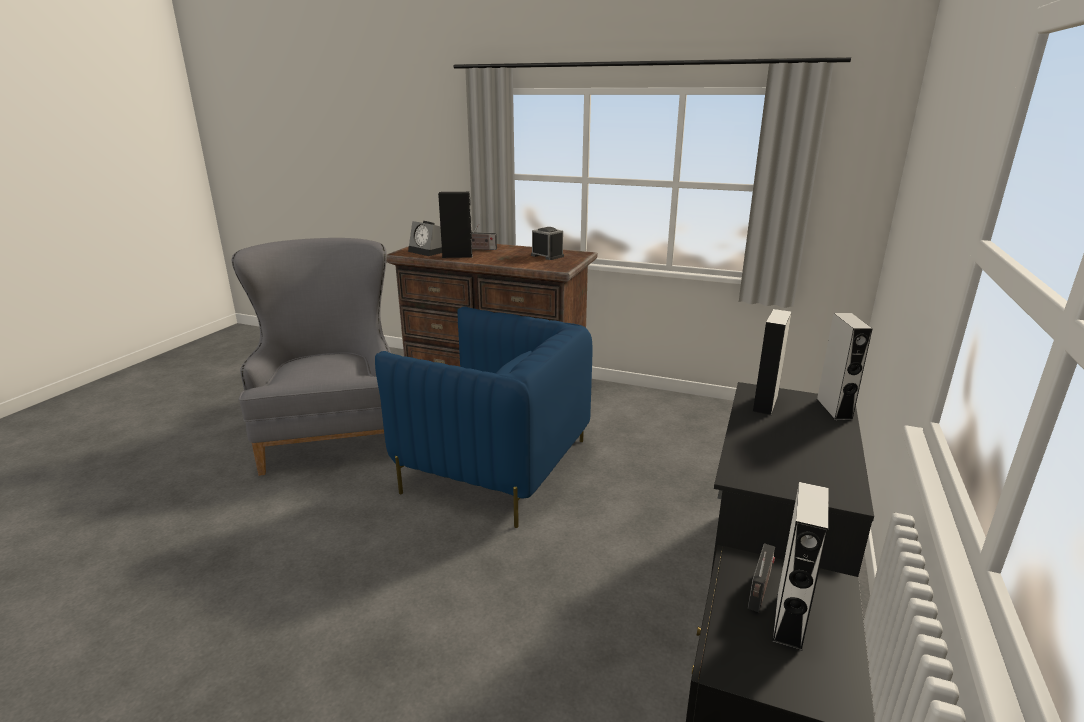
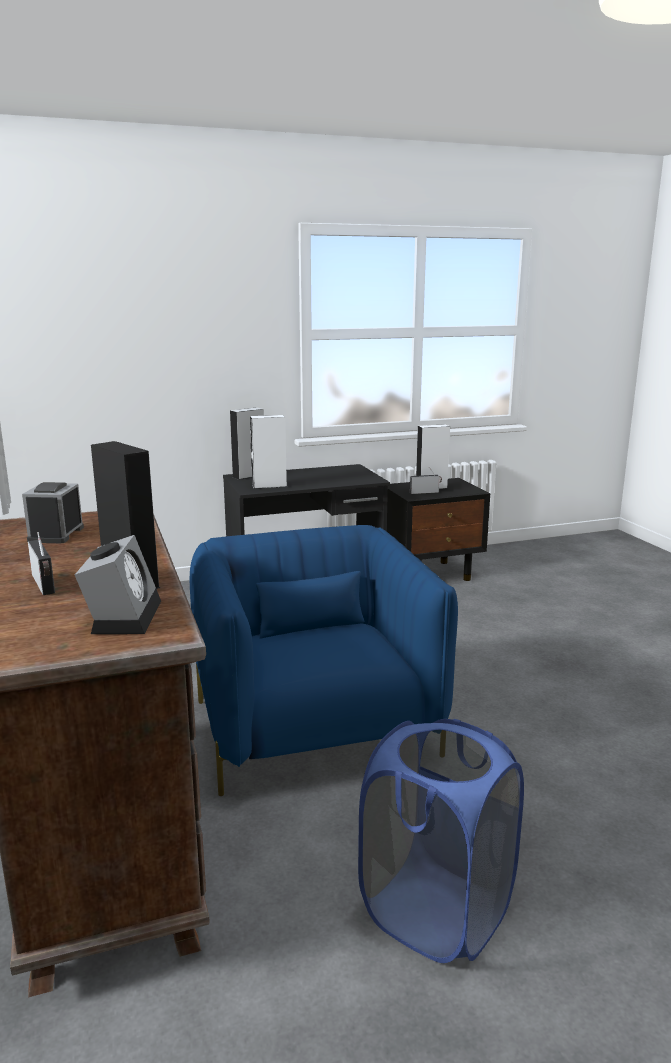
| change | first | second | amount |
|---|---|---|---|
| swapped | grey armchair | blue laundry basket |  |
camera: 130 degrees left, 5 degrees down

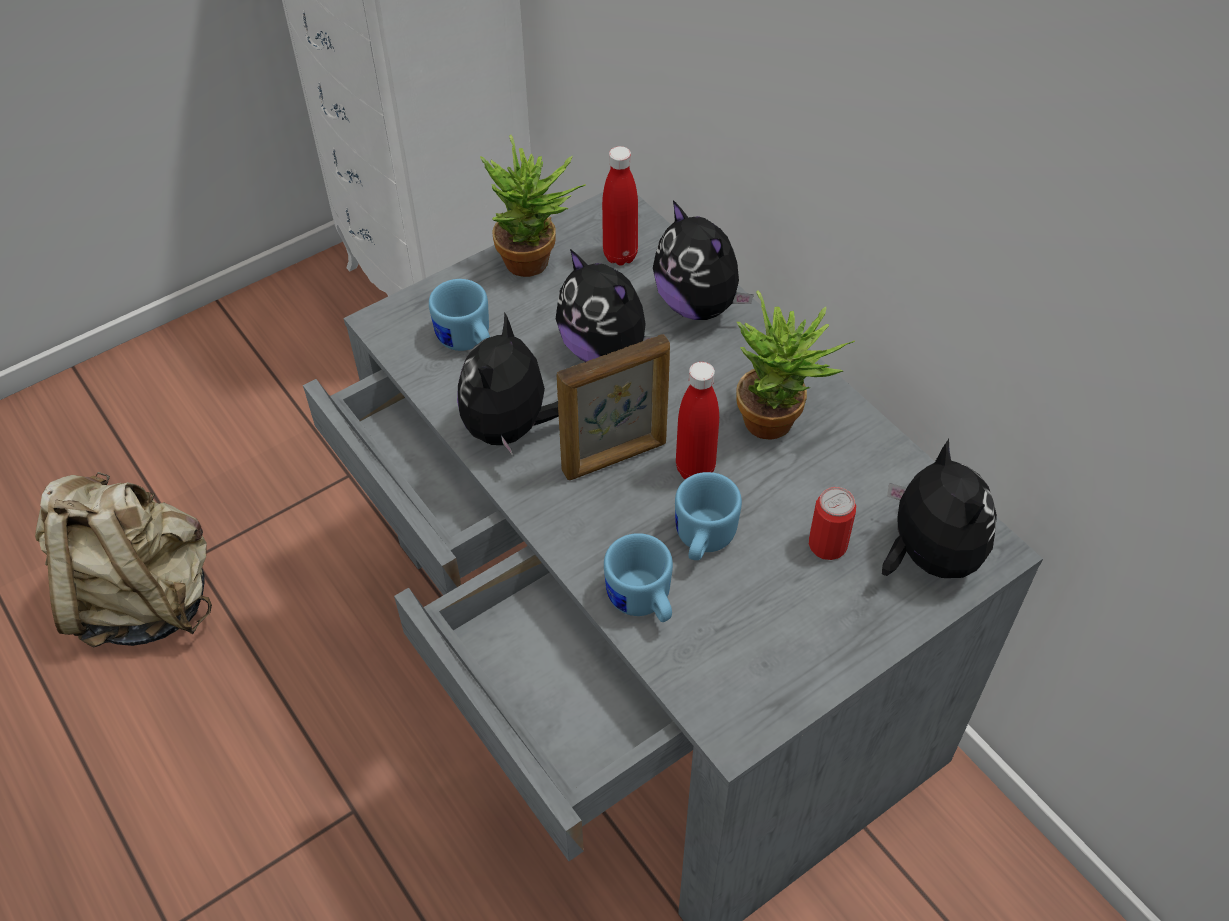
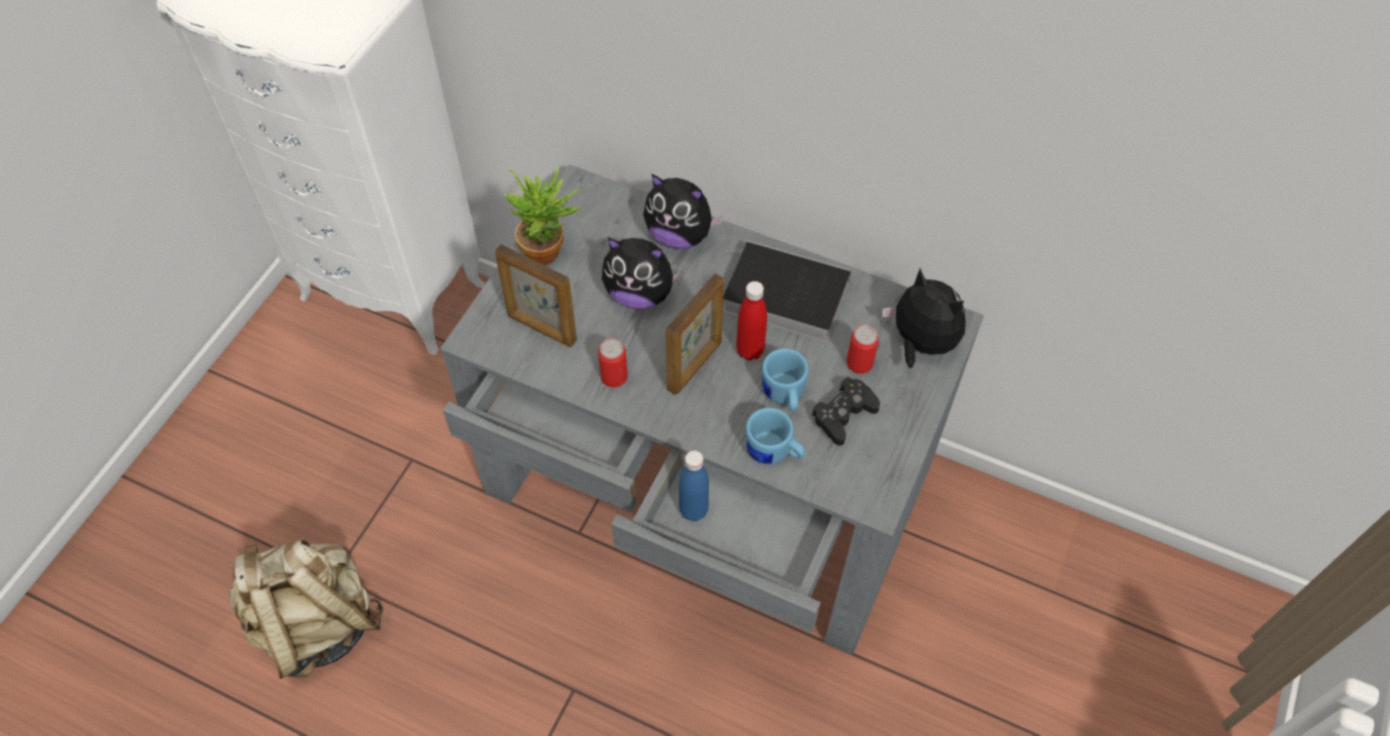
| change | first | second | amount |
|---|---|---|---|
| swapped | blue mug (no. 1 from left) | picture frame (no. 1 from left) |  |
| swapped | plush toy (no. 1 from left) | can (no. 1 from left) |  |
| new |  | blue bottle |  |
| swapped | potted plant (no. 2 from left) | book |  |
| new |  | black game controller |  |
| gone | red bottle (no. 1 from left) |  |  |
camera: 30 degrees left, 5 degrees up

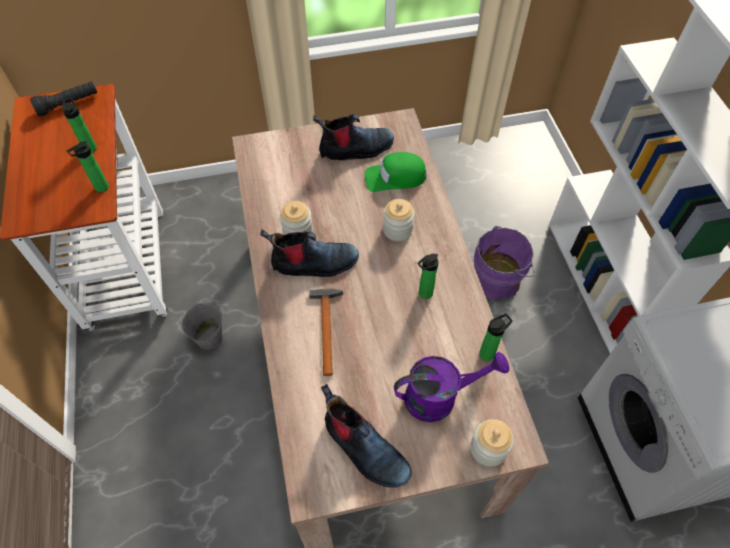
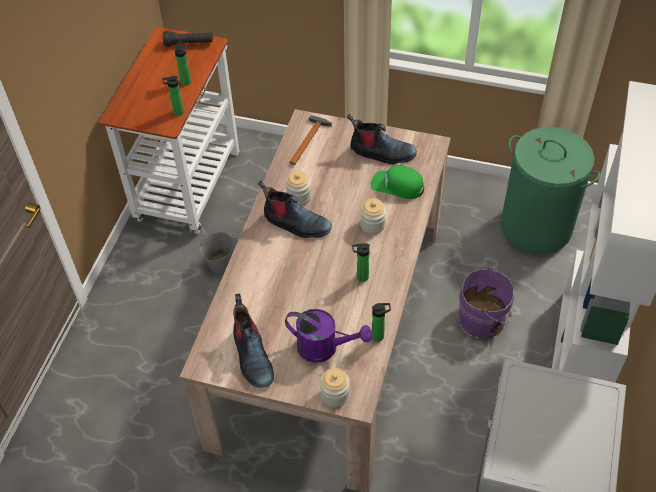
| change | first | second | amount |
|---|---|---|---|
| shifted | hammer |  |  |
| new |  | green laundry basket |  |
camera: 30 degrees right, 5 degrees down

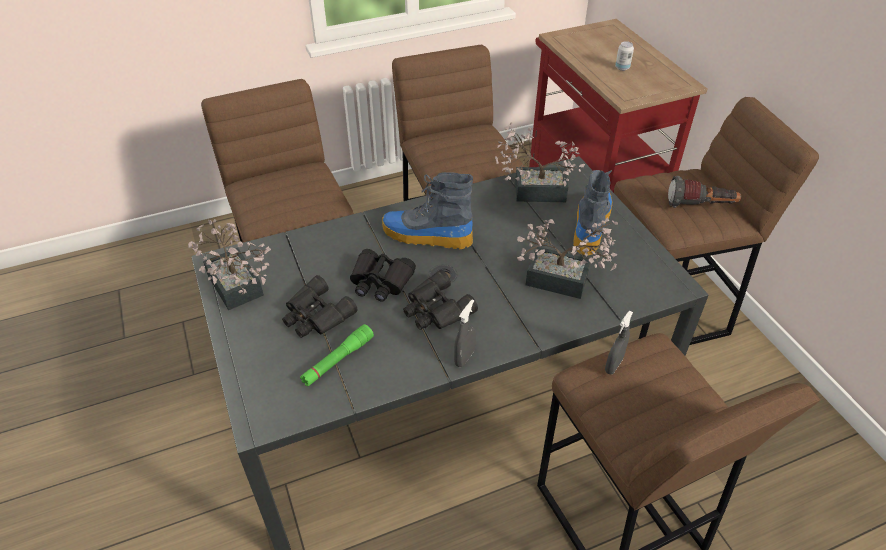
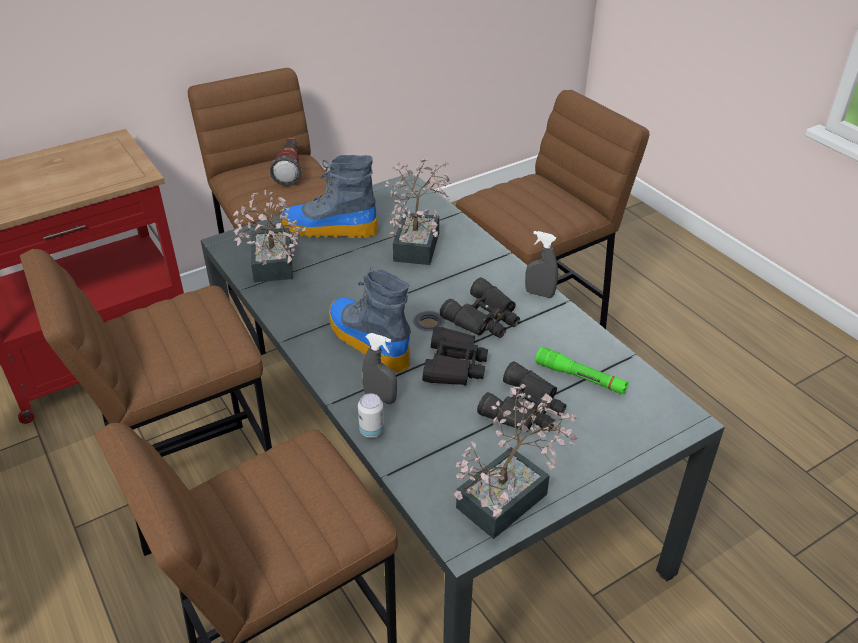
| change | first | second | amount |
|---|---|---|---|
| rotated | boot (no. 1 from left in the first image) | boot (no. 2 from left) | 135 degrees clockwise |
| shifted | can |  |  |
| shifted | grey spray bottle (no. 2 from left in the first image) | grey spray bottle (no. 1 from left) |  |
camera: 100 degrees left, 5 degrees down

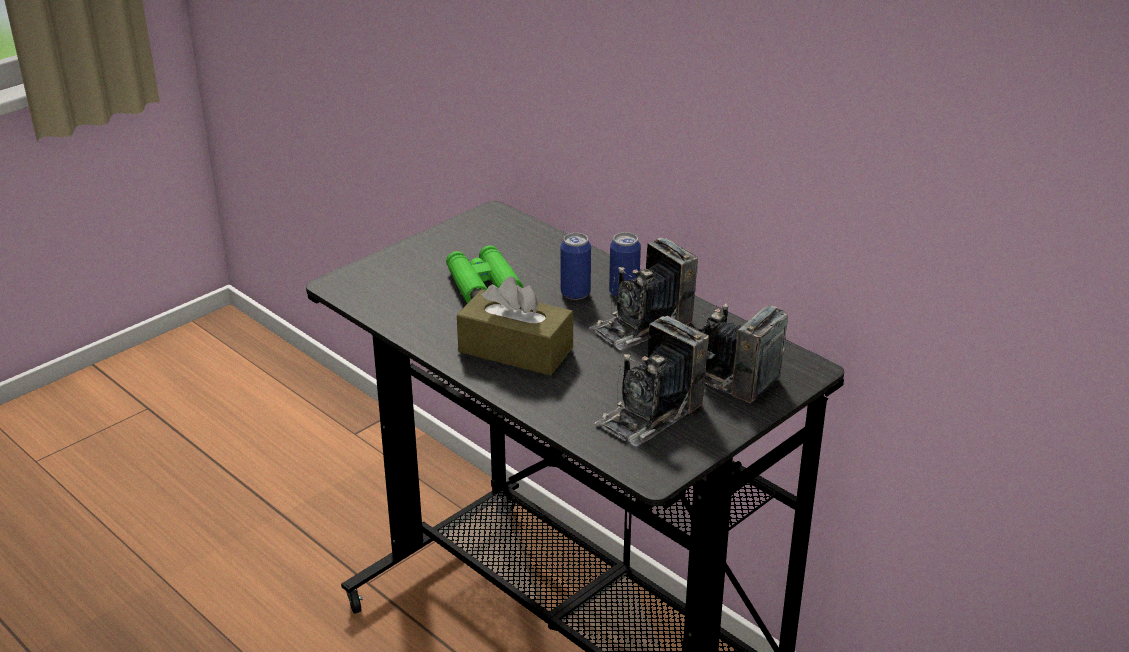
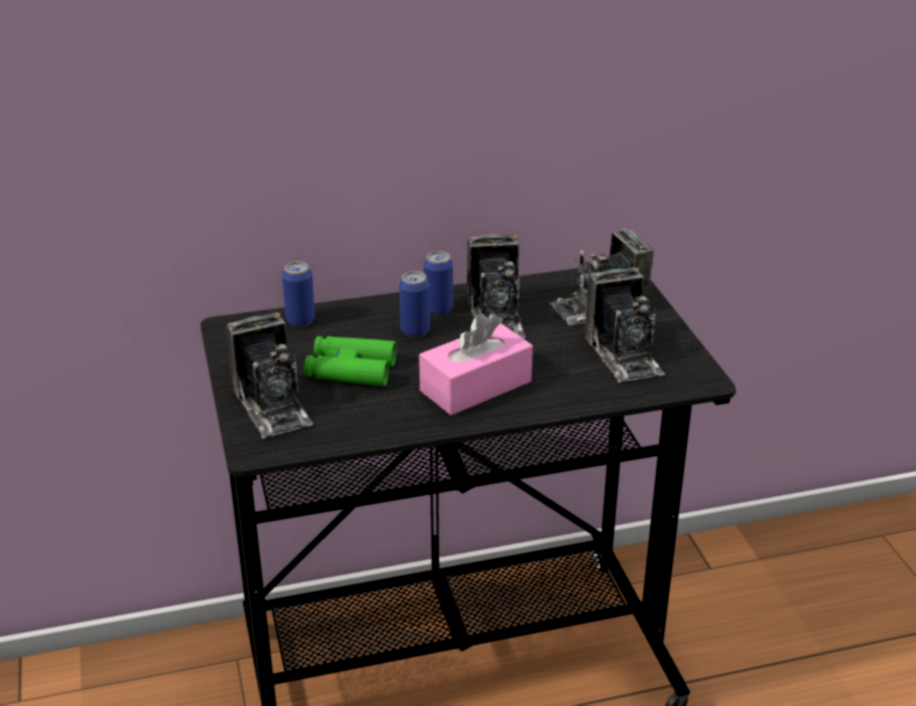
| change | first | second | amount |
|---|---|---|---|
| new |  | photo camera (no. 1 from left) |  |
| new |  | can (no. 1 from left) |  |
| repainted | brown tissue box | pink tissue box |  |
camera: 60 degrees left, 0 degrees up

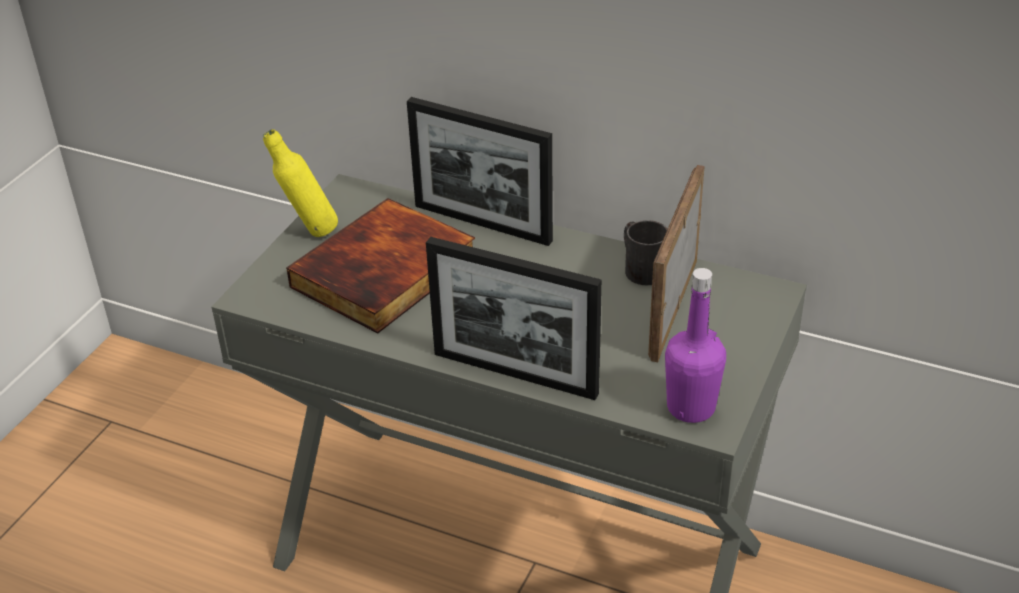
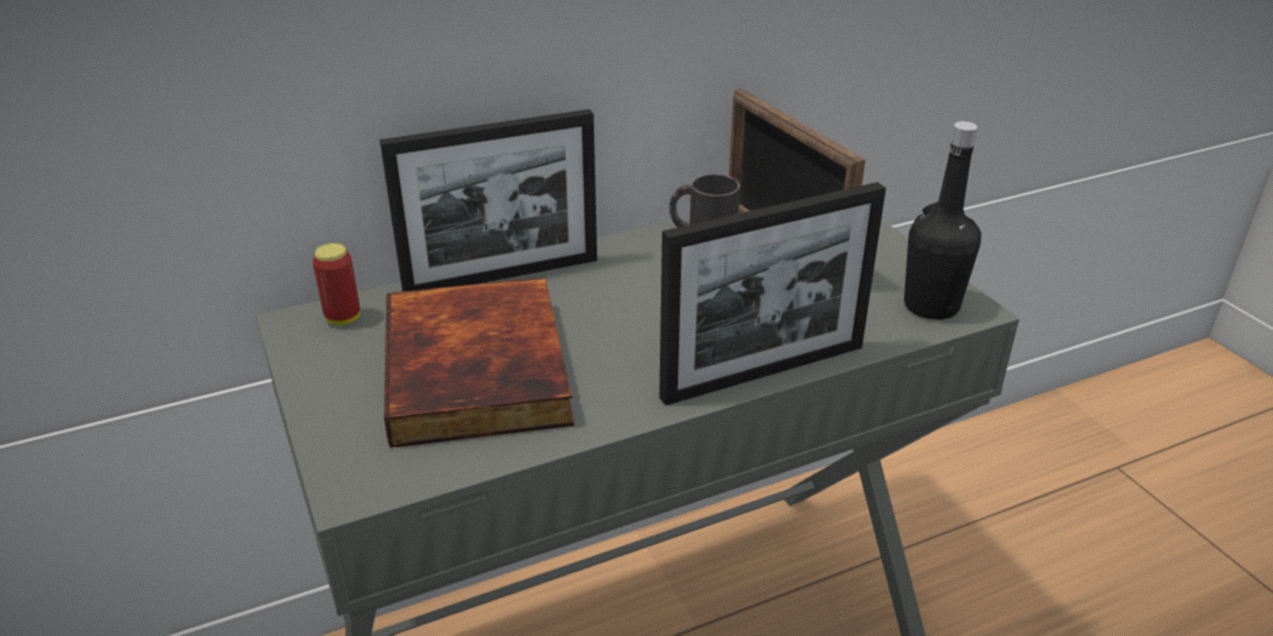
| change | first | second | amount |
|---|---|---|---|
| new |  | can |  |
| repainted | purple bottle | black bottle |  |
| gone | yellow bottle |  |  |
camera: 50 degrees left, 5 degrees down

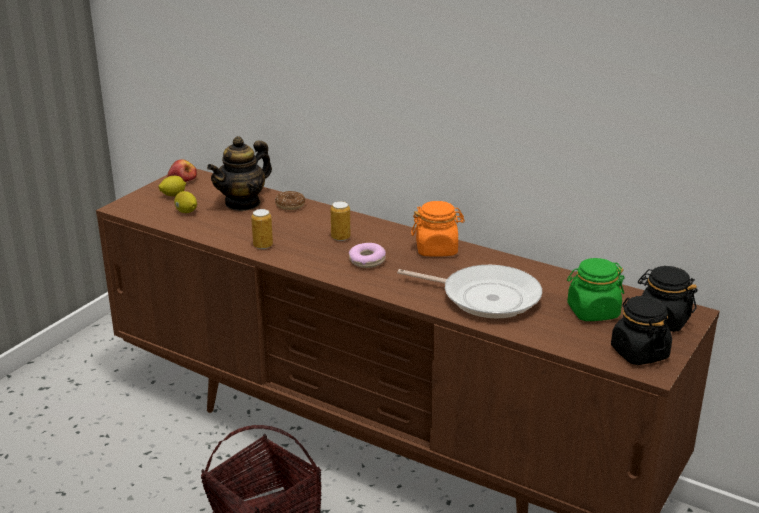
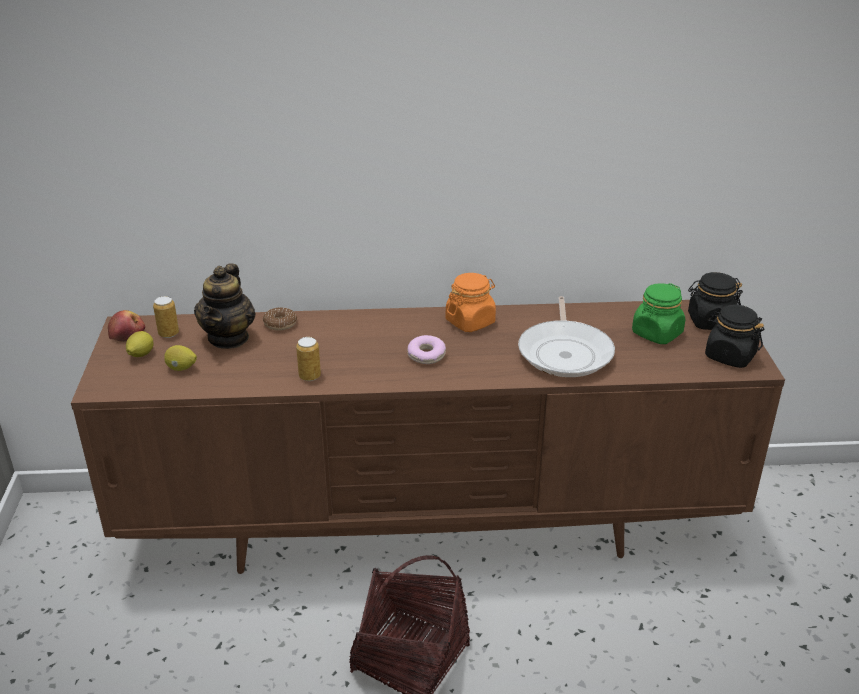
| change | first | second | amount |
|---|---|---|---|
| shifted | can (no. 2 from left in the first image) | can (no. 1 from left) |  |
| rotated | frying pan |  | 105 degrees clockwise |
camera: 35 degrees left, 5 degrees up

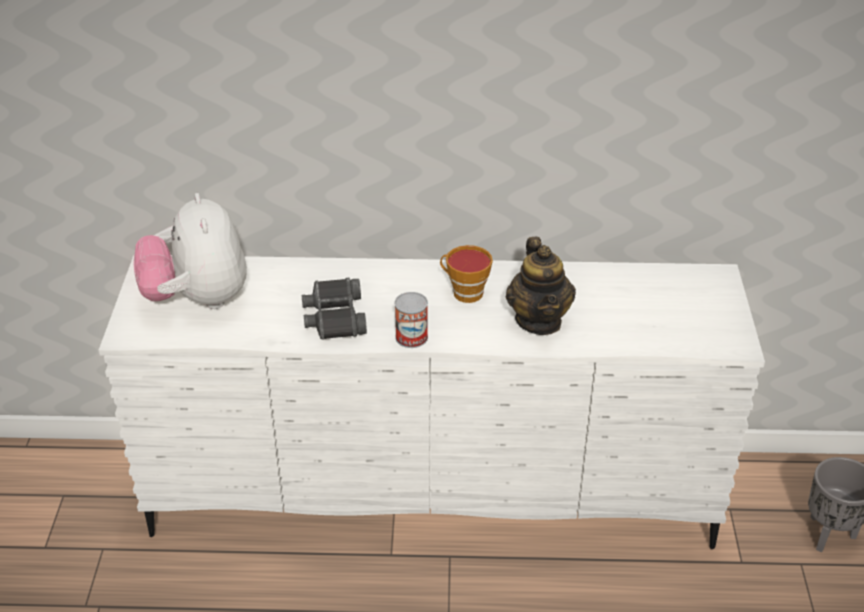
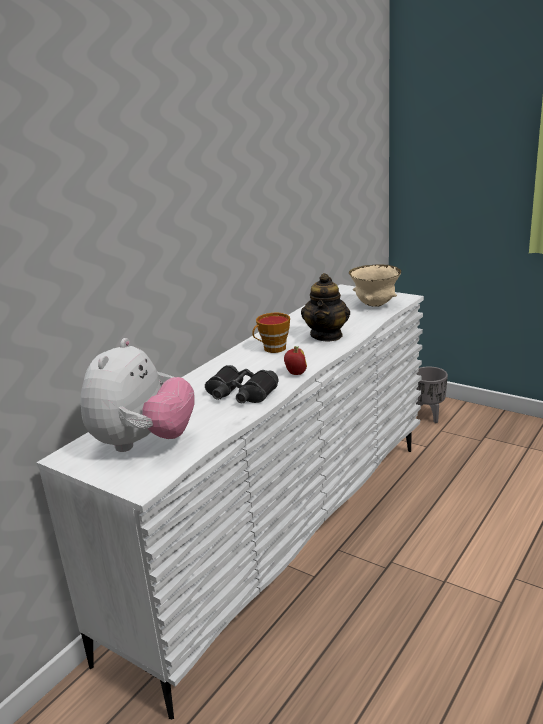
| change | first | second | amount |
|---|---|---|---|
| rotated | plush toy |  | 90 degrees counterclockwise |
| swapped | can | apple |  |
| rotated | teapot |  | 75 degrees clockwise |
| new |  | beige bowl |  |
camera: 55 degrees left, 15 degrees down

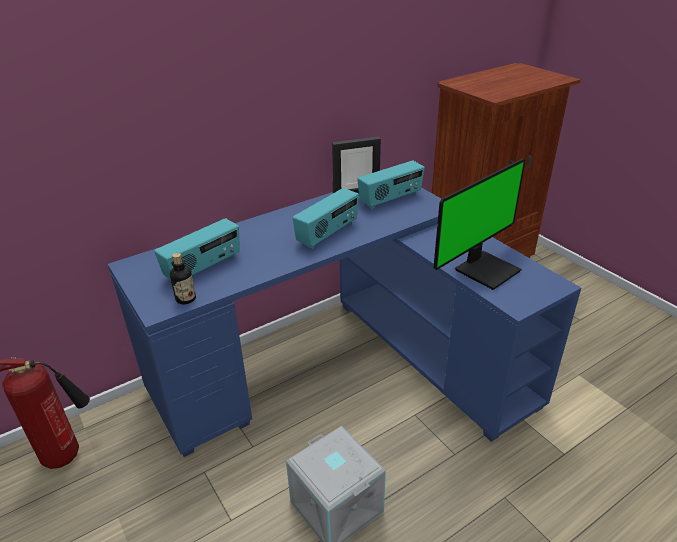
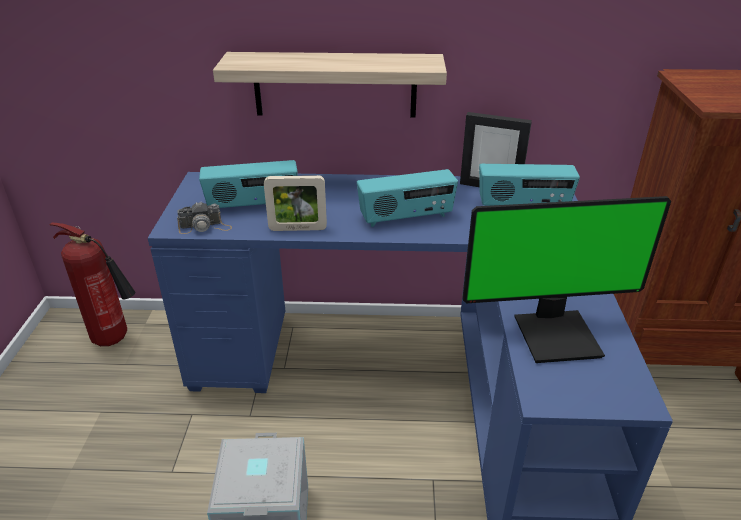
| change | first | second | amount |
|---|---|---|---|
| swapped | bottle | photo camera |  |
| new |  | shelf |  |
| new |  | picture frame (no. 1 from left) |  |
camera: 35 degrees right, 0 degrees up

